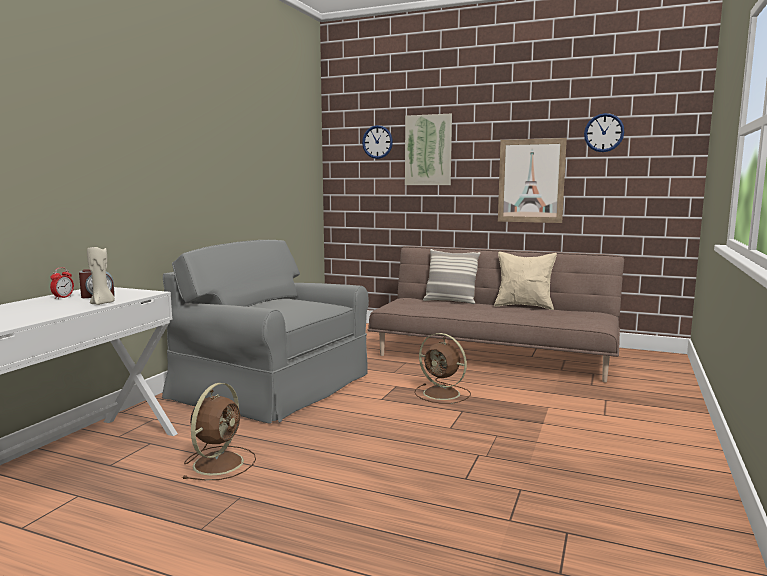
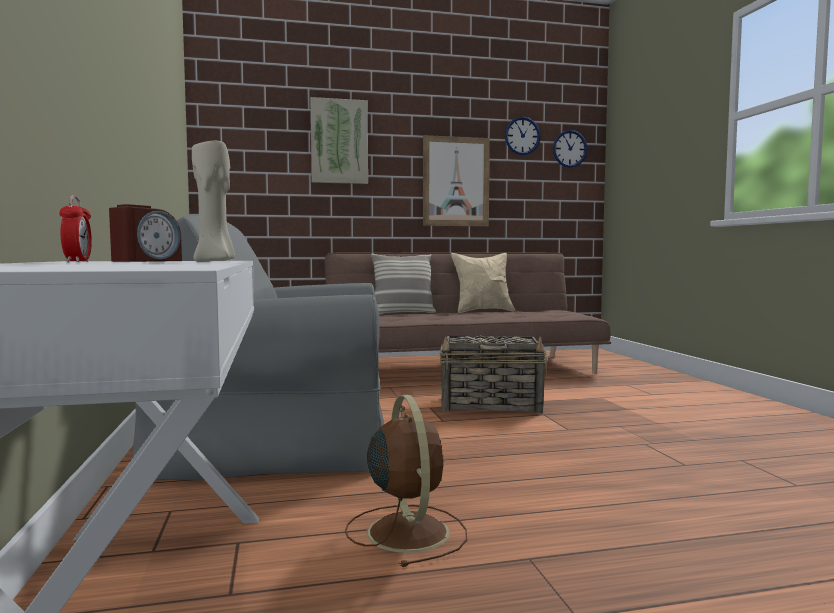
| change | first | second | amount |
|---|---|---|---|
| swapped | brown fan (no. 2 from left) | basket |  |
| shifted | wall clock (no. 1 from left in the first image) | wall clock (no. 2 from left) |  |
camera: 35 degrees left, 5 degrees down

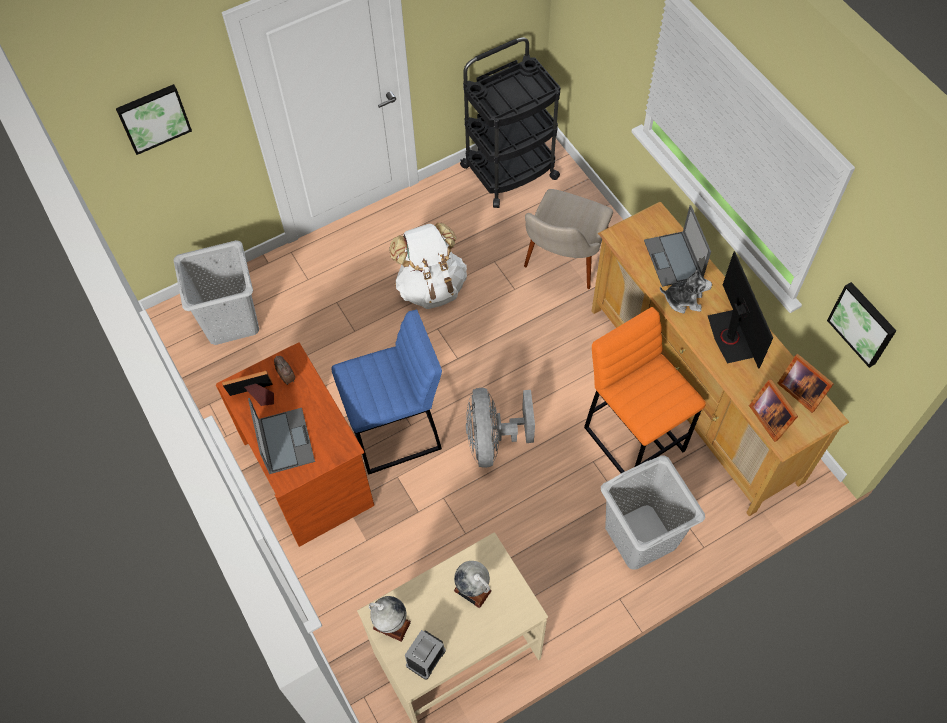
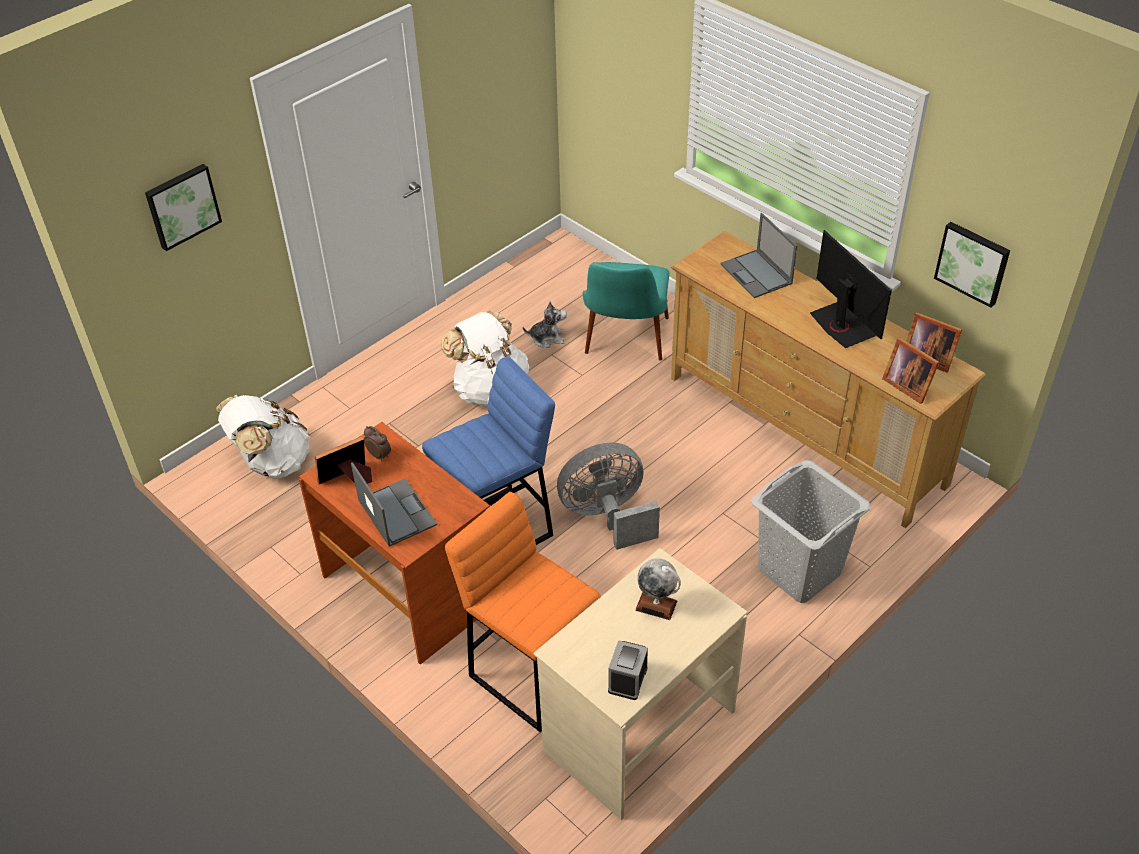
| change | first | second | amount |
|---|---|---|---|
| swapped | grey laundry basket (no. 1 from left) | white backpack (no. 1 from left) |  |
| shifted | orange stool |  |  |
| shifted | plush toy |  |  |
| rotated | grey fan |  | 90 degrees clockwise |
| repainted | beige chair | turquoise chair |  |
| gone | globe (no. 1 from left) |  |  |
| gone | black cart |  |  |
camera: 15 degrees left, 15 degrees down

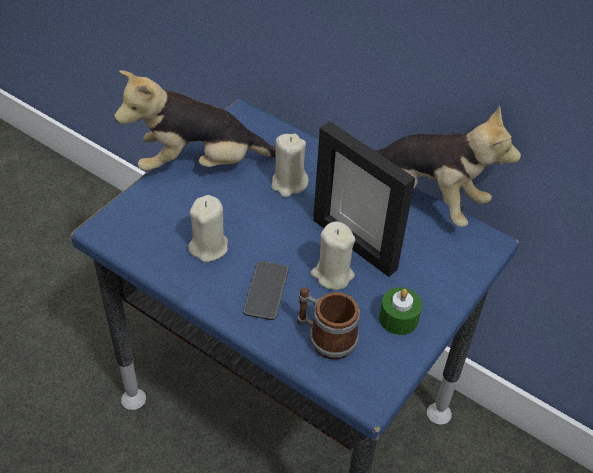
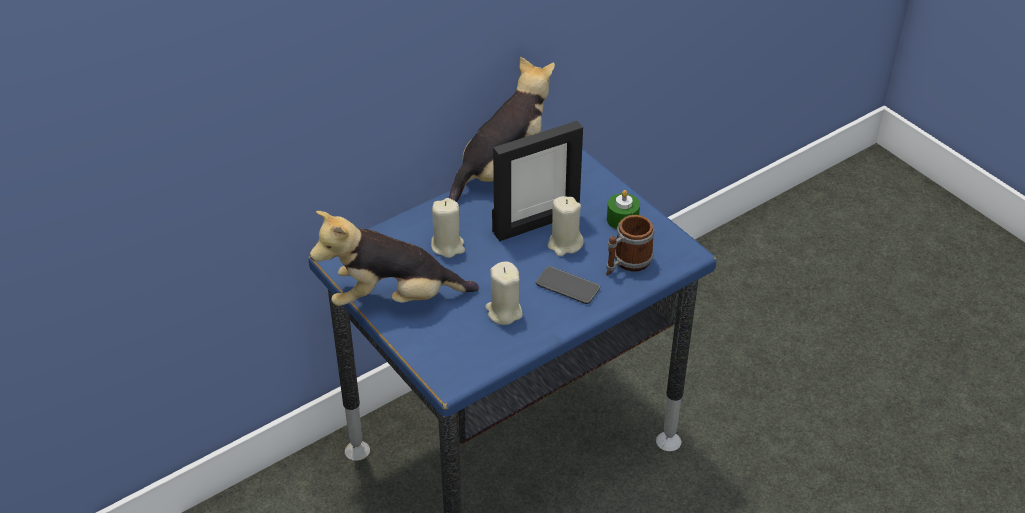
| change | first | second | amount |
|---|---|---|---|
| rotated | plush toy (no. 1 from left) |  | 75 degrees clockwise |
camera: 70 degrees left, 5 degrees down

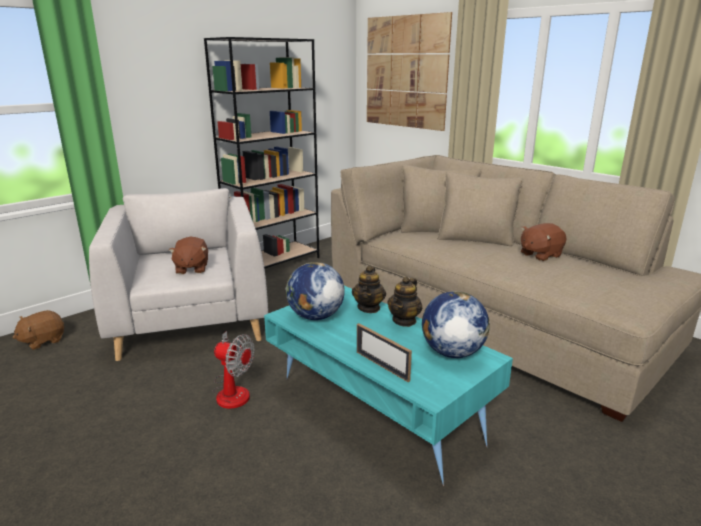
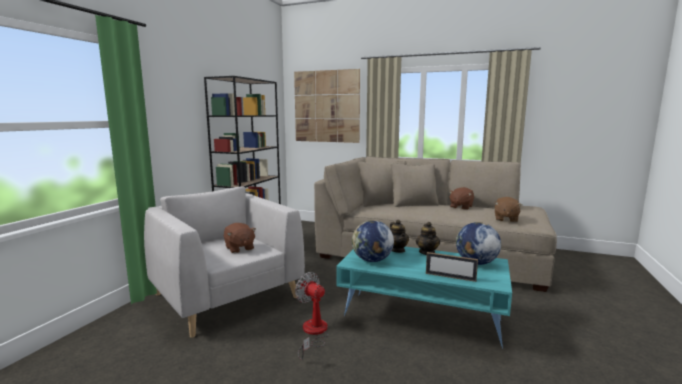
| change | first | second | amount |
|---|---|---|---|
| rotated | fan |  | 135 degrees counterclockwise |
| shifted | brown plush toy (no. 1 from left in the first image) | brown plush toy (no. 3 from left) |  |
camera: 25 degrees left, 10 degrees down

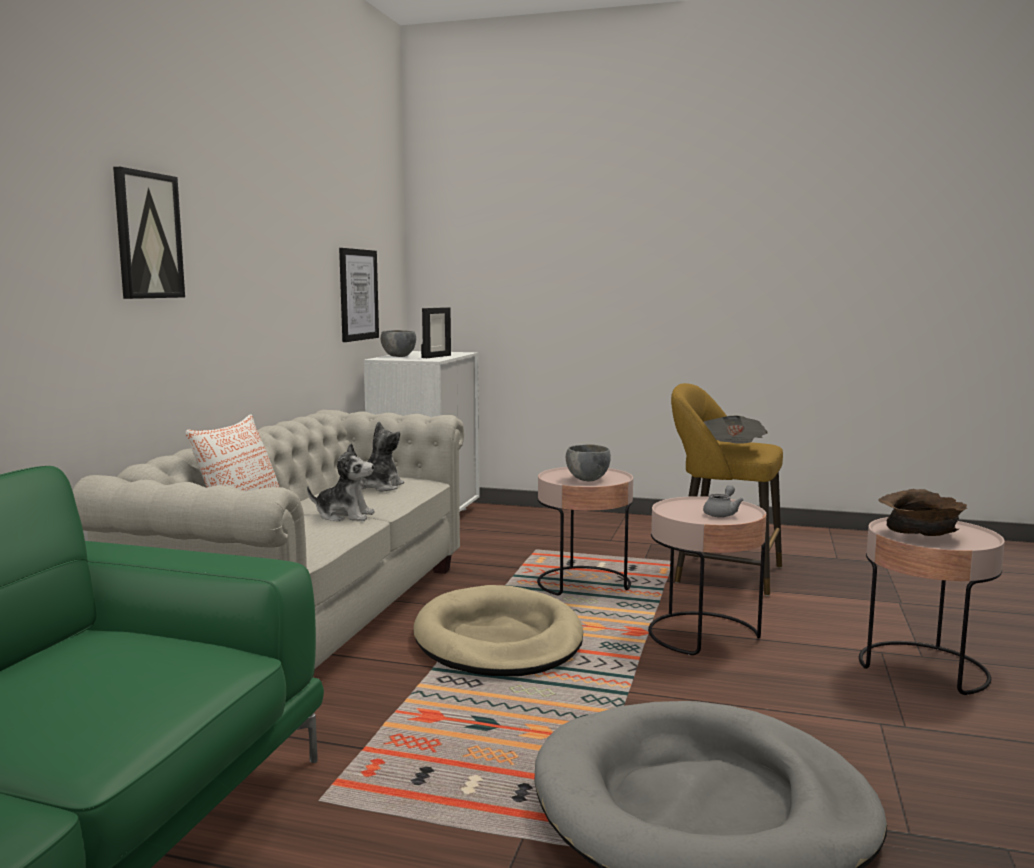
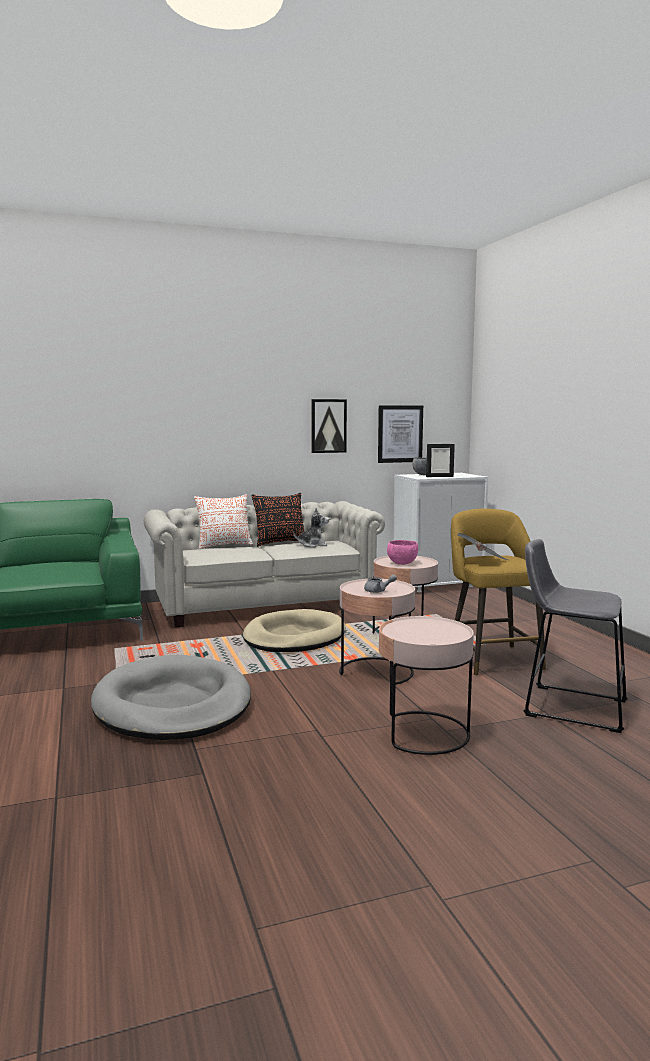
| change | first | second | amount |
|---|---|---|---|
| new |  | black pillow |  |
| shifted | picture (no. 1 from left) |  |  |
| repainted | grey bowl (no. 2 from left) | pink bowl |  |
| new |  | grey stool |  |
| gone | plush toy (no. 1 from left) |  |  |
| gone | brown bowl |  |  |
camera: 55 degrees right, 0 degrees up

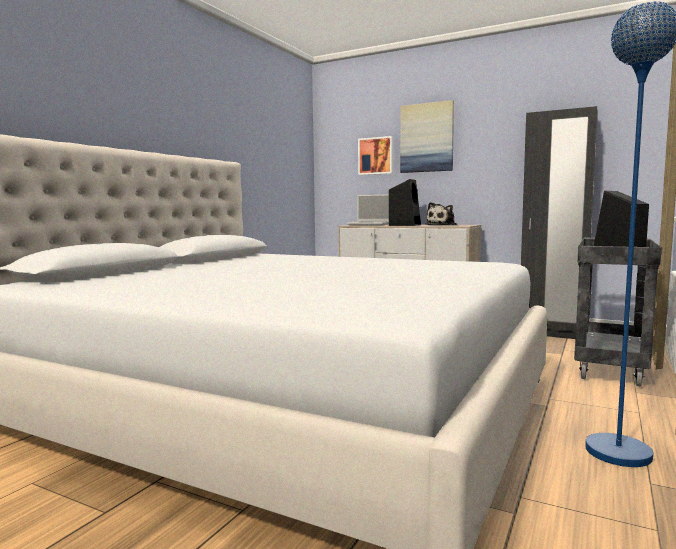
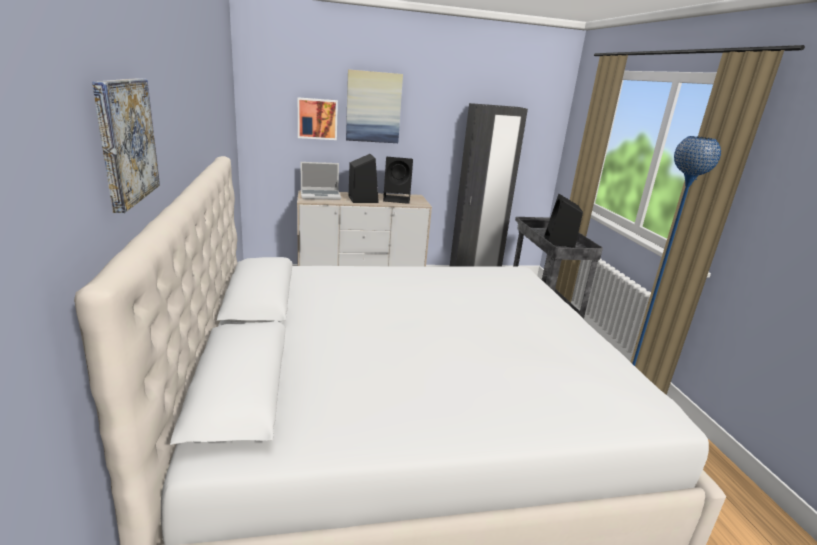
| change | first | second | amount |
|---|---|---|---|
| new |  | picture (no. 1 from left) |  |
| swapped | plush toy | black speaker (no. 2 from left) |  |
camera: 40 degrees left, 15 degrees up

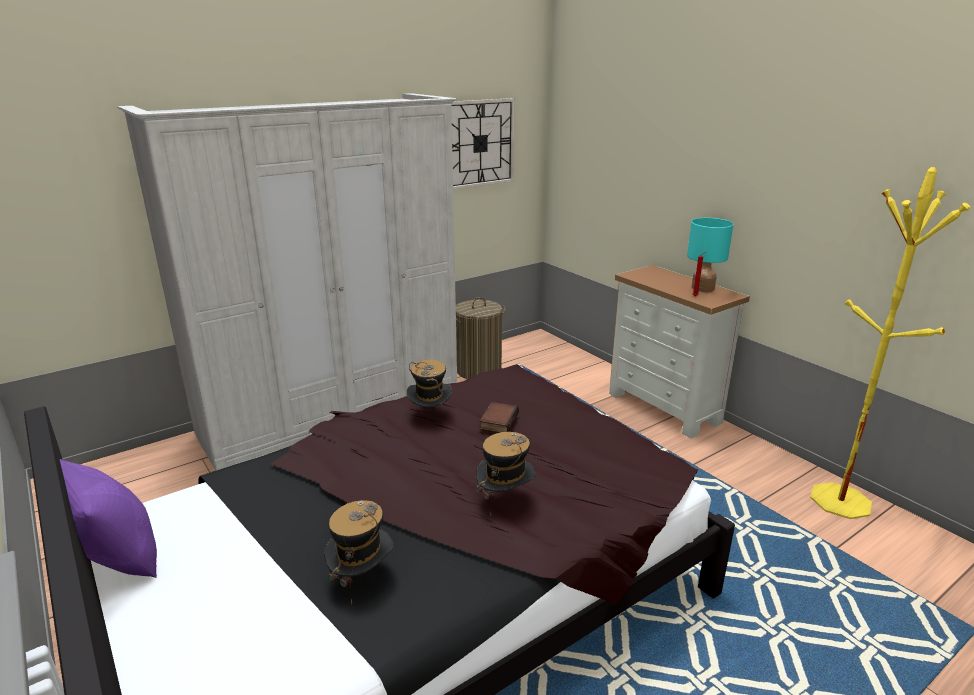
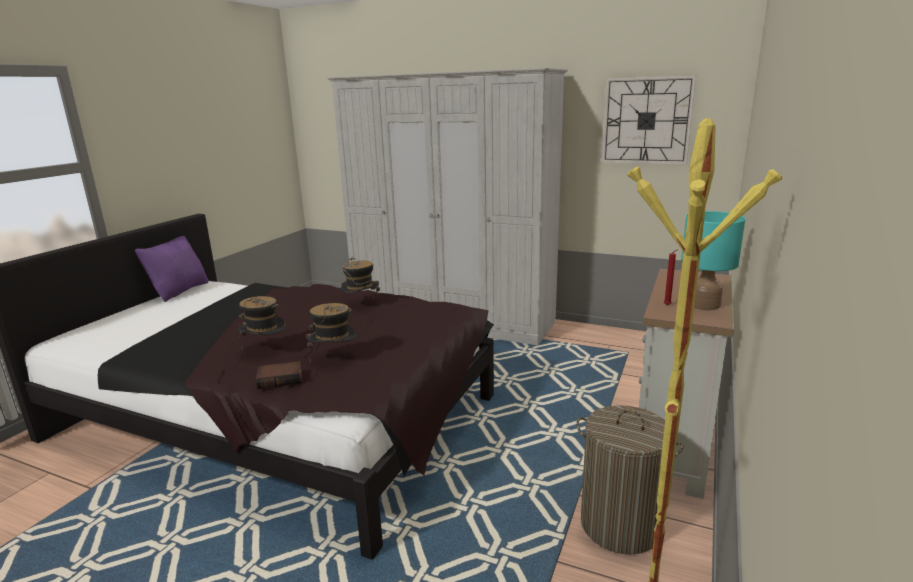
| change | first | second | amount |
|---|---|---|---|
| shifted | book |  |  |
| shifted | hat (no. 1 from left in the first image) | hat (no. 2 from left) |  |
| shifted | laundry basket |  |  |
camera: 60 degrees right, 5 degrees down

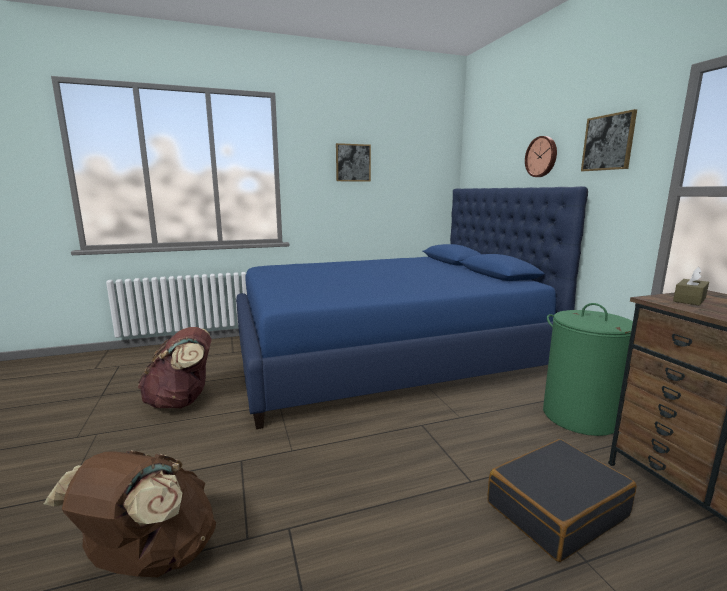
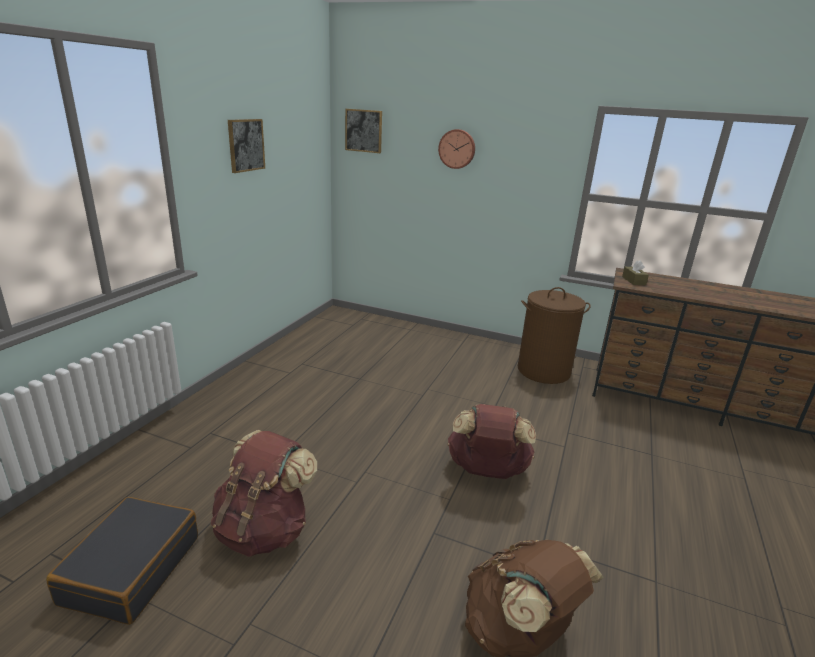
| change | first | second | amount |
|---|---|---|---|
| shifted | black suitcase |  |  |
| shifted | picture (no. 2 from left) |  |  |
| new |  | brown backpack (no. 2 from left) |  |
| repainted | green laundry basket | brown laundry basket |  |
| gone | blue bed |  |  |
camera: 50 degrees left, 10 degrees up

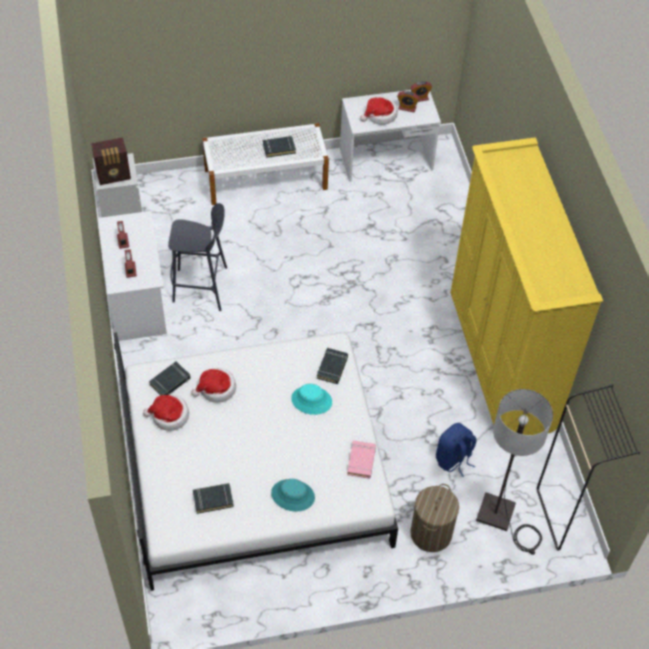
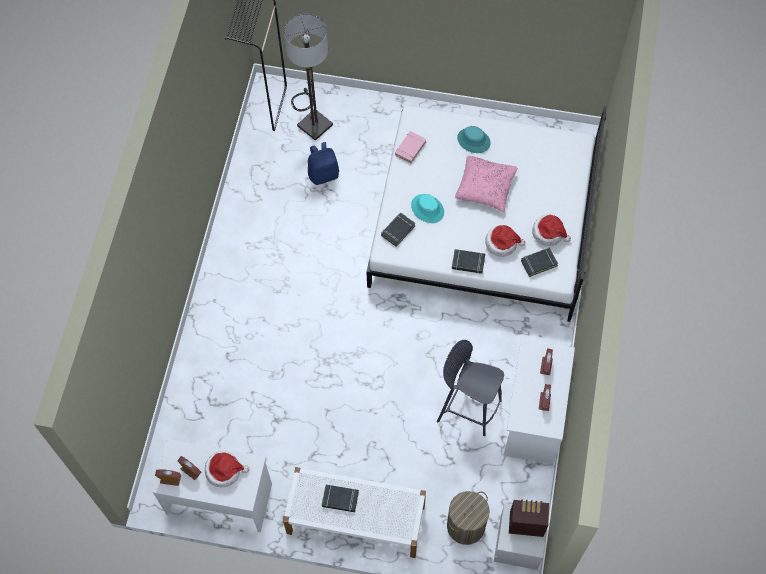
| change | first | second | amount |
|---|---|---|---|
| shifted | laundry basket |  |  |
| shifted | black book (no. 2 from left in the first image) | black book (no. 3 from left) |  |
| new |  | pink pillow |  |
| gone | yellow wardrobe |  |  |
camera: 155 degrees left, 10 degrees up

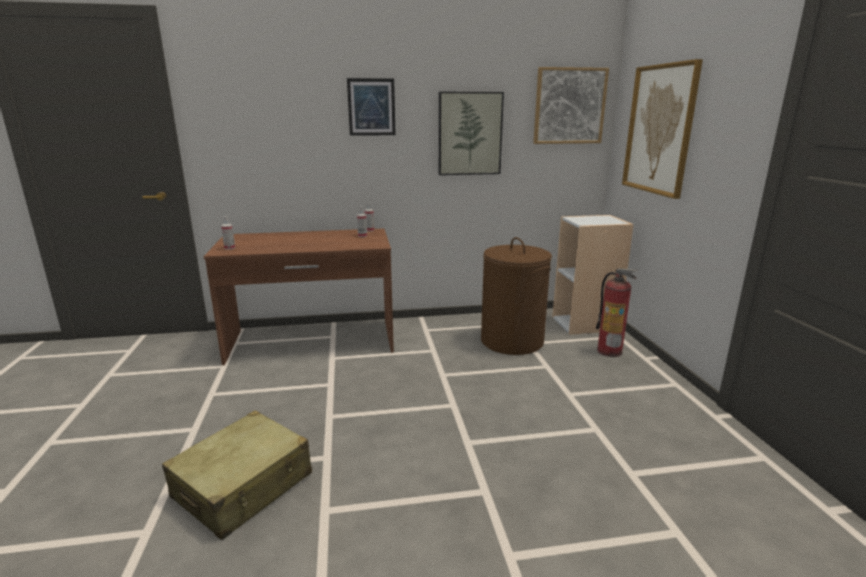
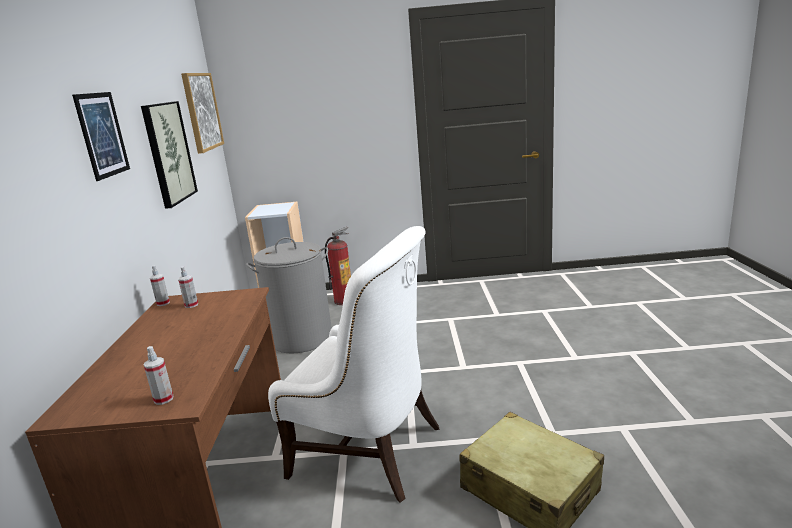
| change | first | second | amount |
|---|---|---|---|
| repainted | brown laundry basket | grey laundry basket |  |
| new |  | white chair |  |
| gone | picture (no. 4 from left) |  |  |
camera: 80 degrees left, 0 degrees up

